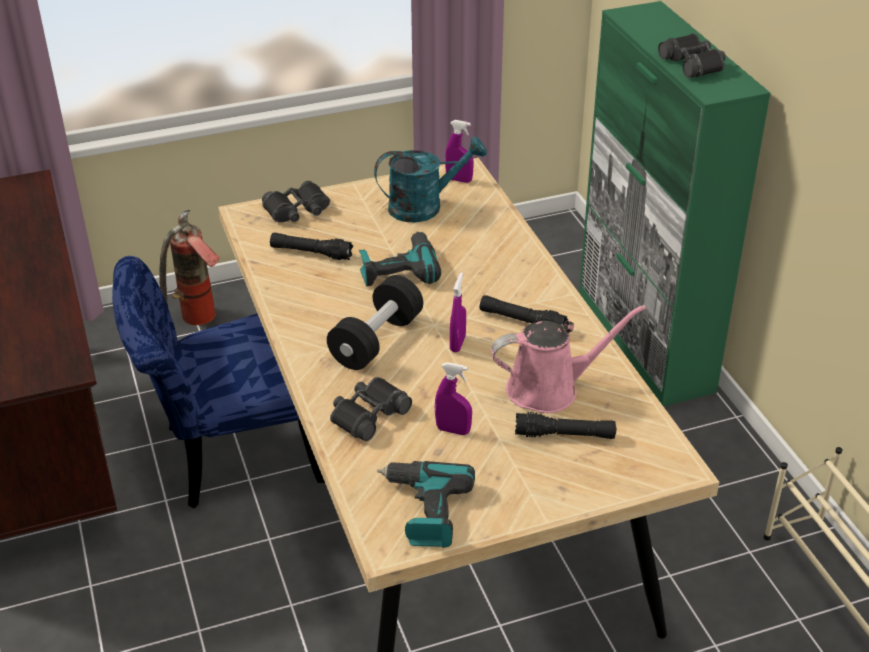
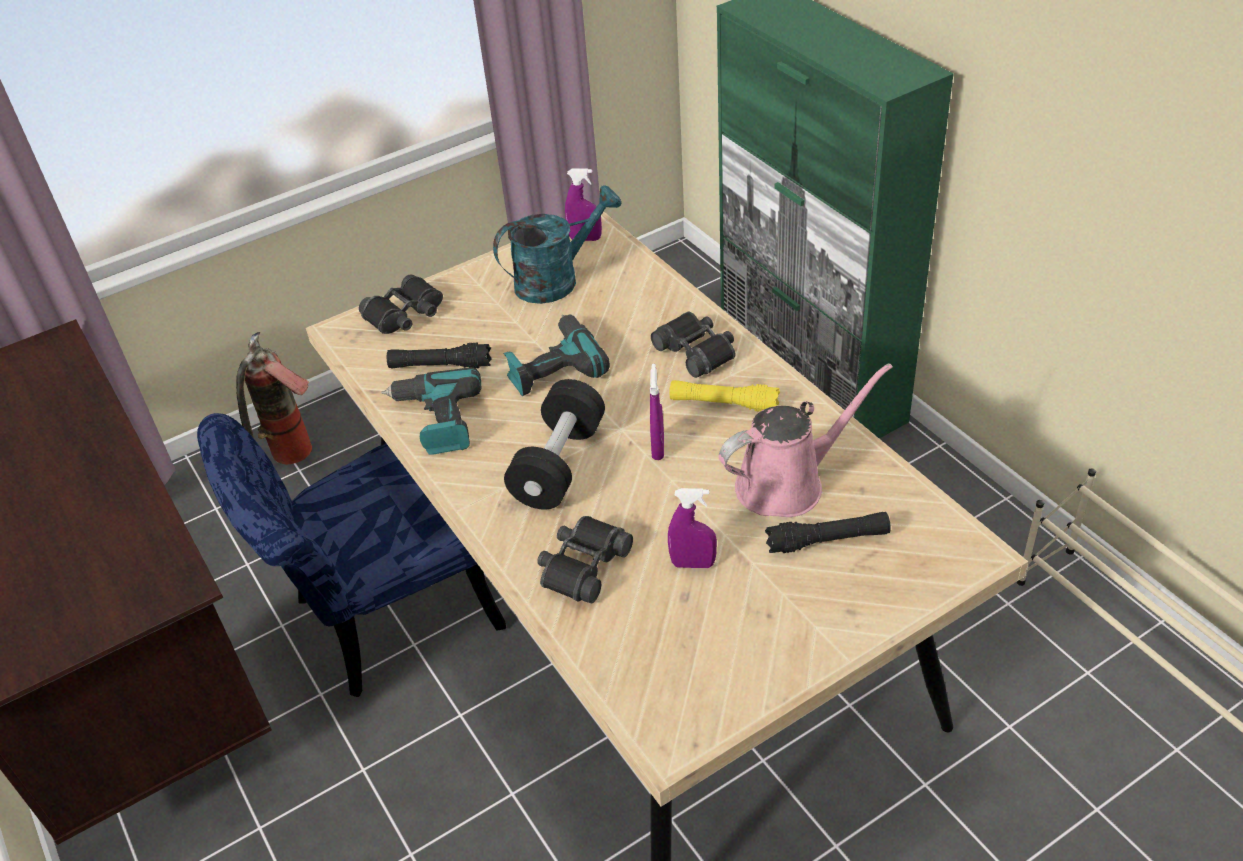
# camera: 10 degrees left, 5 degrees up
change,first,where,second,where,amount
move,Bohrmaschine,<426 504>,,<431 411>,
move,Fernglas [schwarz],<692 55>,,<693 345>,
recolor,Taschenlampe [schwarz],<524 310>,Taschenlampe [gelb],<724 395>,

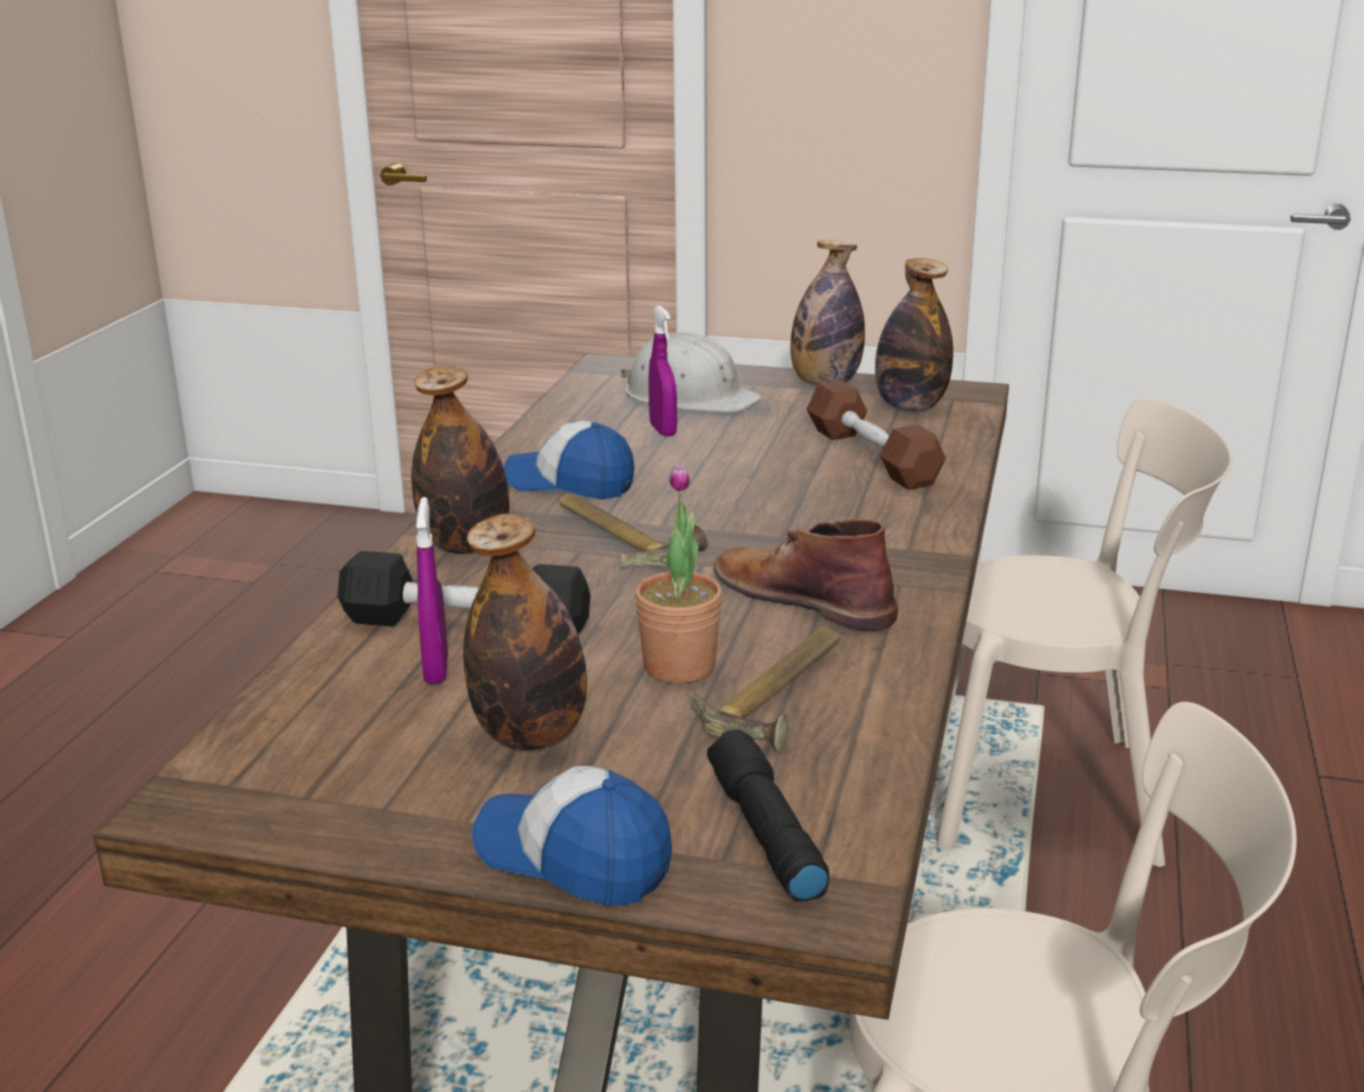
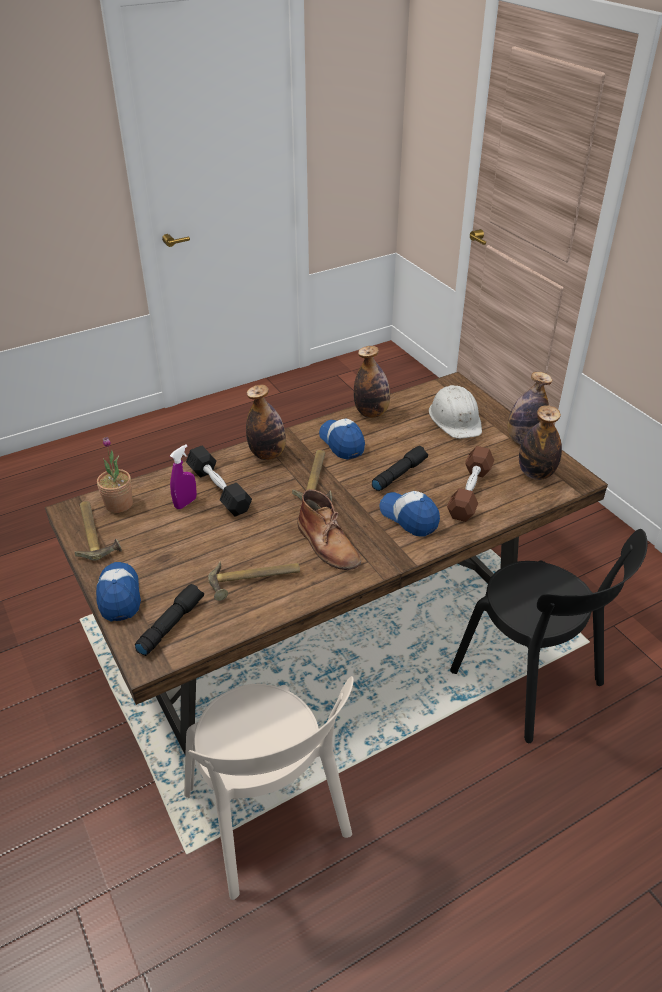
# camera: 45 degrees right, 15 degrees up
change,first,where,second,where,amount
insert,,,Hammer,<98 531>,
move,Topfpflanze,<679 574>,,<115 475>,
rotate,Stiefel [braun],<806 575>,,<329 529>,150 degrees clockwise
move,Flasche,<525 632>,,<372 382>,
insert,,,Taschenlampe [schwarz],<400 468>,
insert,,,Kappe,<410 514>,
recolor,Stuhl [beige],<1084 632>,Stuhl [schwarz],<549 636>,
delete,Sprühflasche [lila],<663 371>,,,

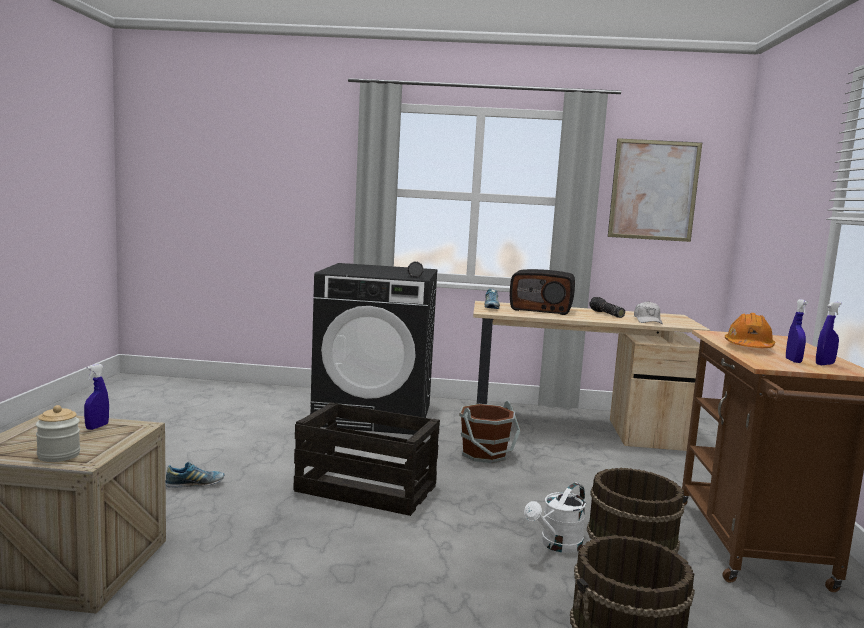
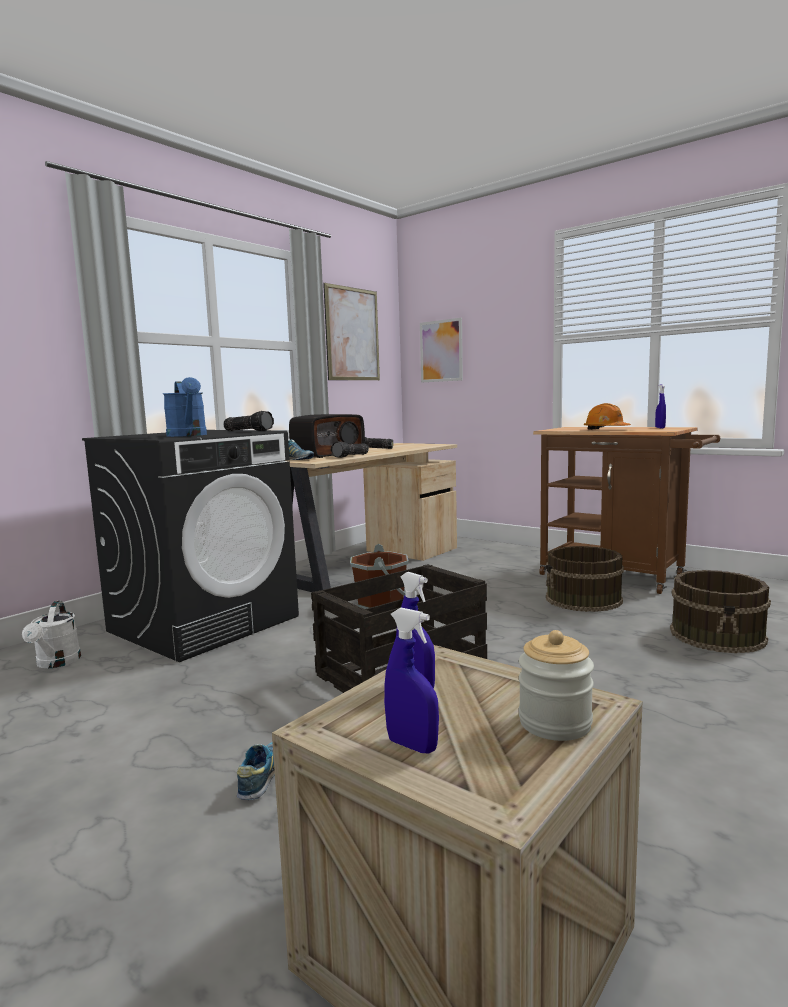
# camera: 55 degrees left, 0 degrees up
change,first,where,second,where,amount
move,Gießkanne [weiß],<555 518>,,<51 634>,
insert,,,Gießkanne [blau],<185 407>,
insert,,,Taschenlampe,<350 449>,
move,Sprühflasche [blau],<797 331>,,<411 681>,
insert,,,Bild,<441 350>,
delete,Kappe [weiß],<648 312>,,,

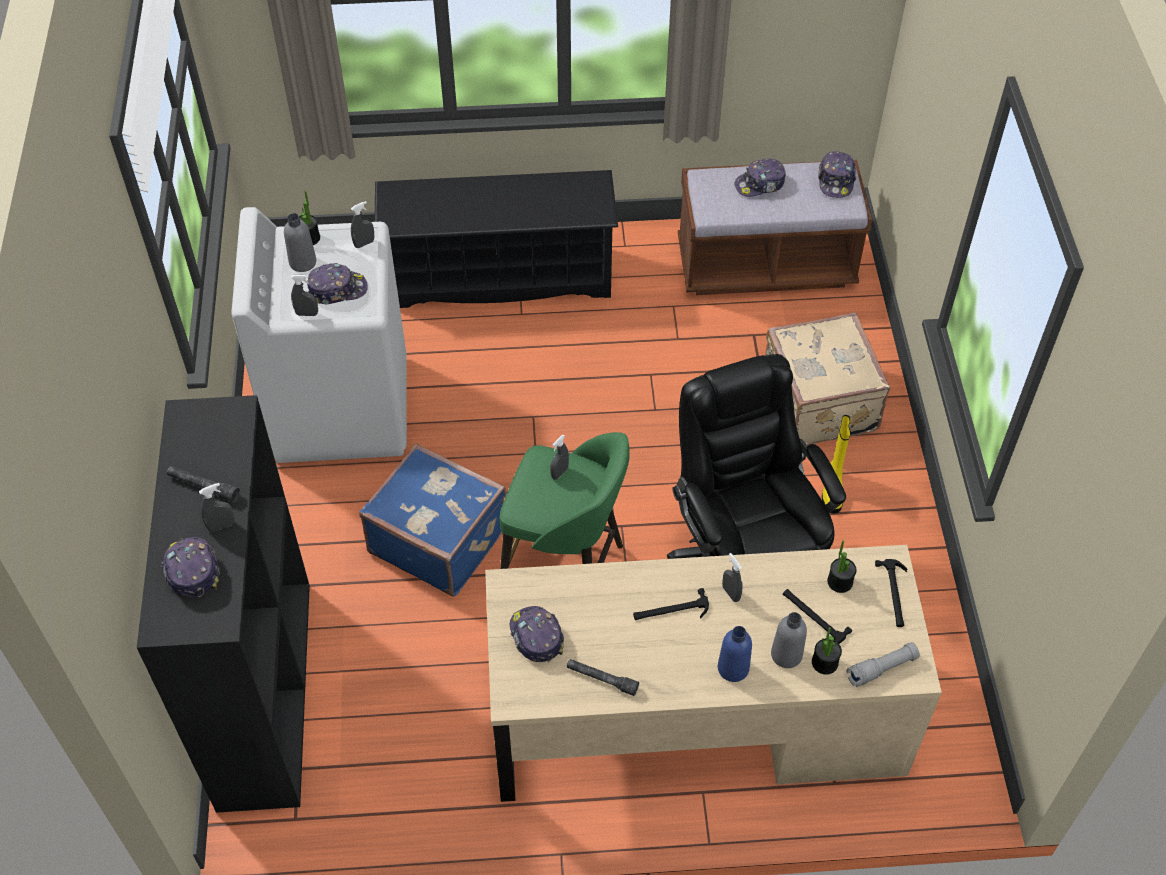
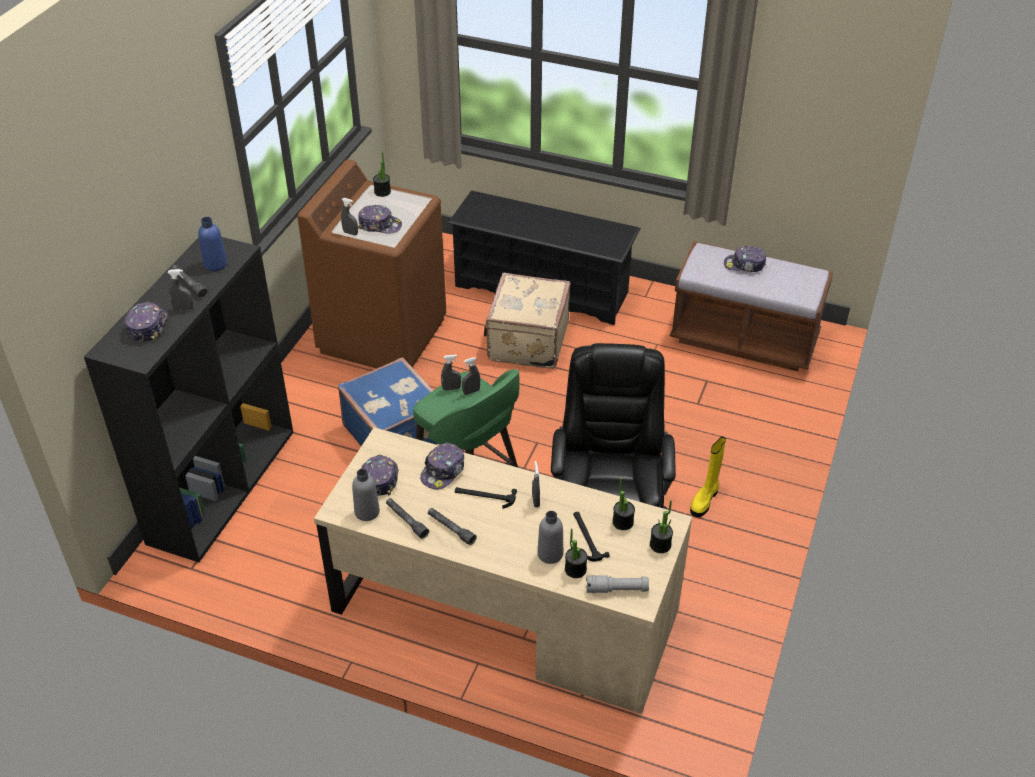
# camera: 25 degrees right, 10 degrees down
change,first,where,second,where,amount
move,Flasche [blau],<735 654>,,<212 244>,
recolor,Waschmaschine [weiß],<319 335>,Waschmaschine [braun],<371 263>,
move,Flasche [grau],<300 242>,,<366 495>,
move,Kappe,<837 174>,,<442 466>,
insert,,,Taschenlampe [grau],<452 526>,
move,Sprühflasche [grau],<362 224>,,<451 373>,
move,Koffer [beige],<827 378>,,<527 321>,
replace,Hammer,<891 593>,Topfpflanze,<661 526>,

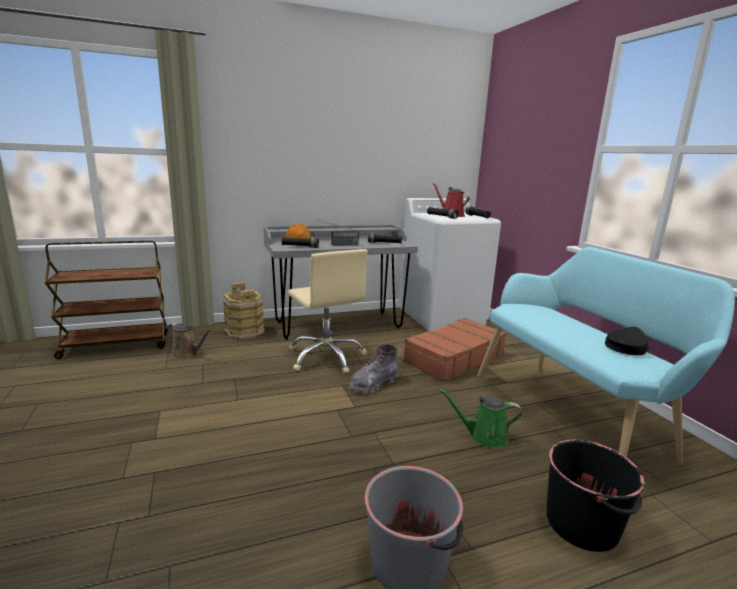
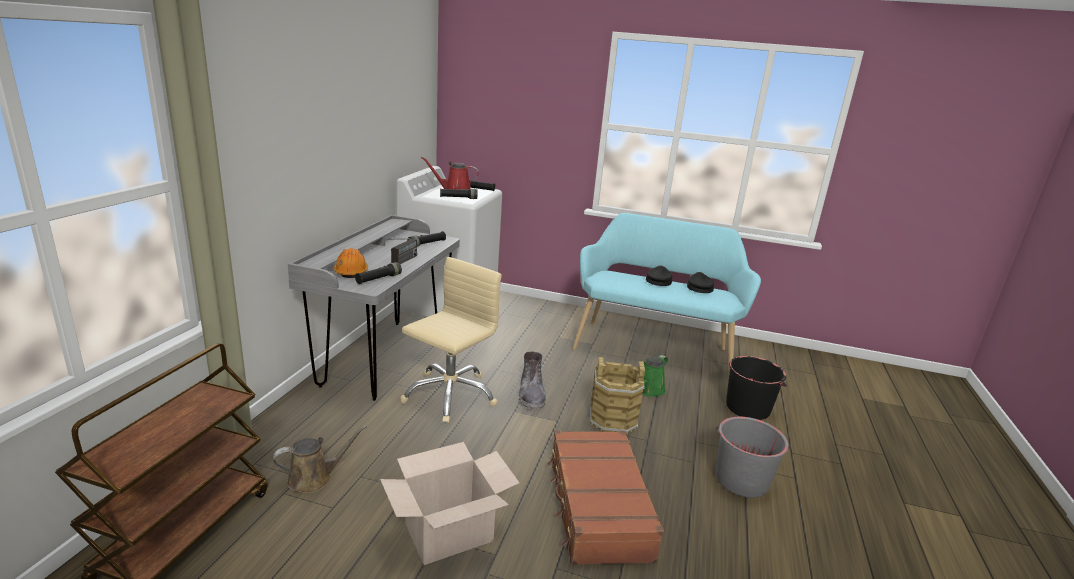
# camera: 55 degrees left, 5 degrees up
change,first,where,second,where,amount
insert,,,Karton,<449 503>,
rotate,Bürostuhl [beige],<328 311>,,<451 340>,60 degrees counterclockwise
move,Koffer [braun],<455 350>,,<605 497>,
move,Eimer [braun],<243 311>,,<617 395>,
insert,,,Kappe [schwarz],<659 276>,

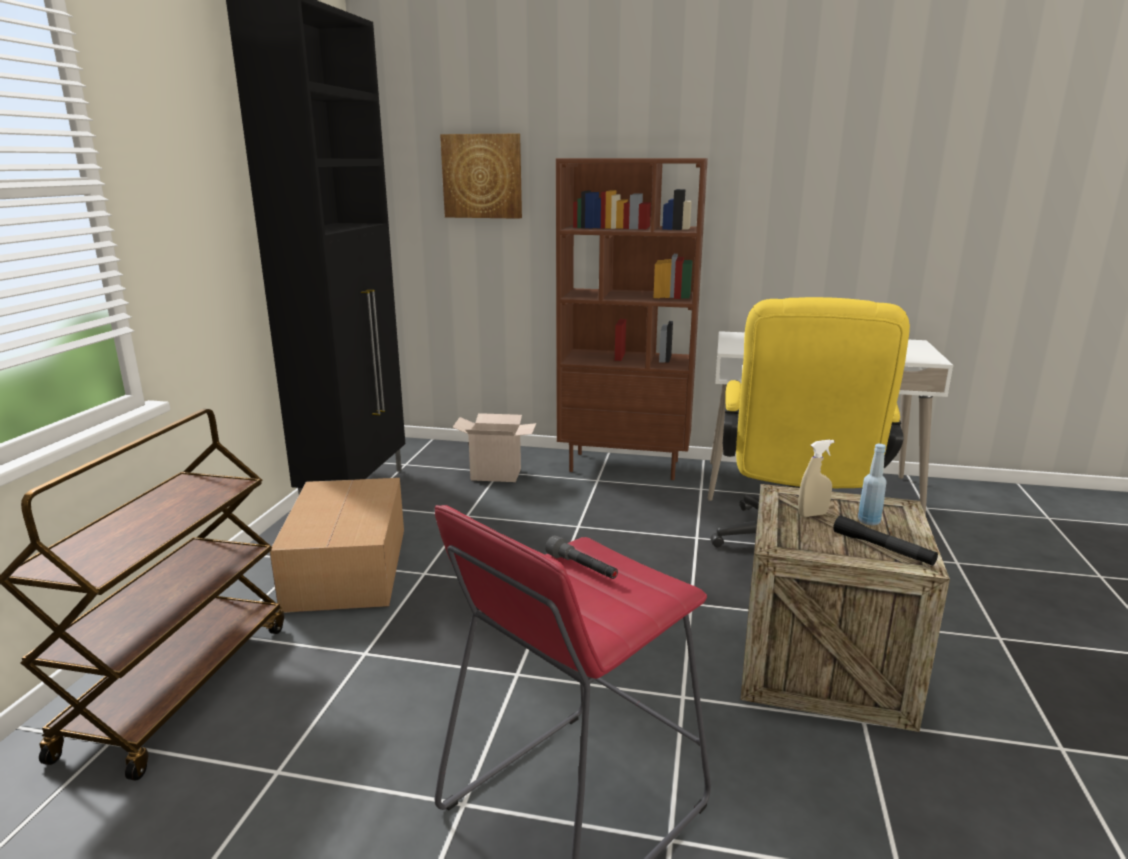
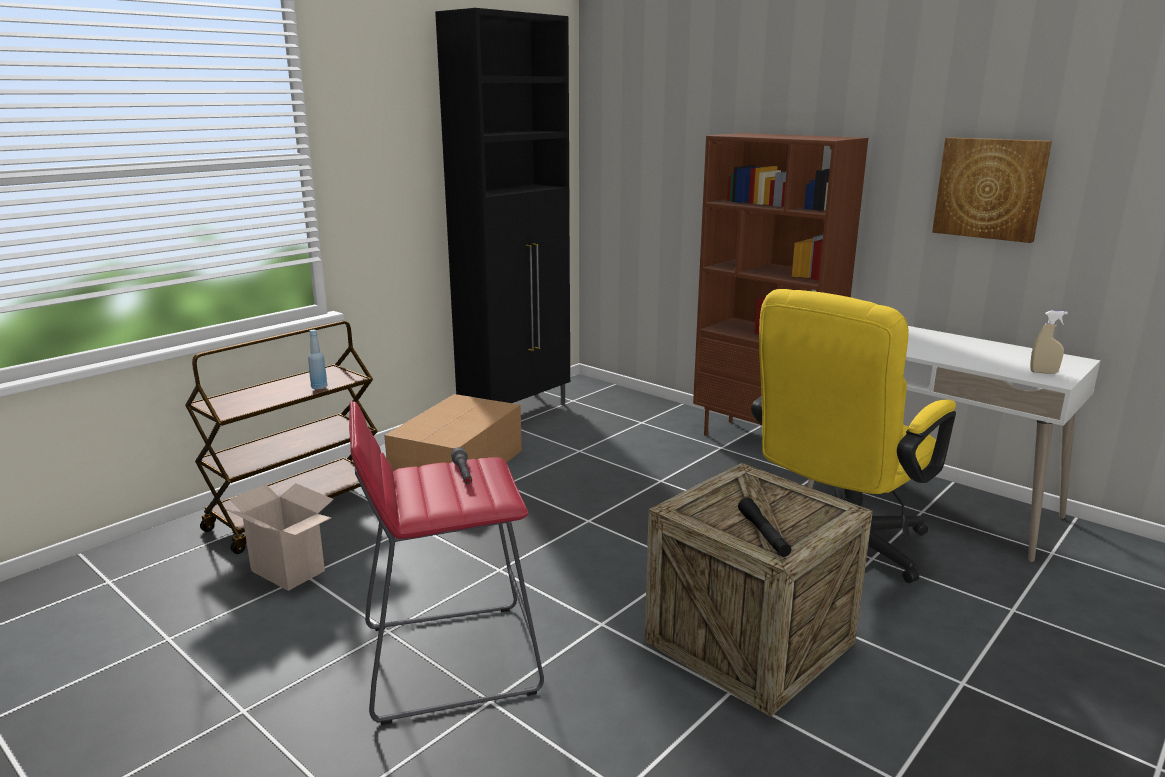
# camera: 30 degrees right, 0 degrees up
change,first,where,second,where,amount
move,Karton,<494 447>,,<279 537>,
move,Flasche [blau],<872 484>,,<317 360>,
move,Bild,<481 176>,,<992 190>,
move,Sprühflasche [beige],<816 478>,,<1049 342>,

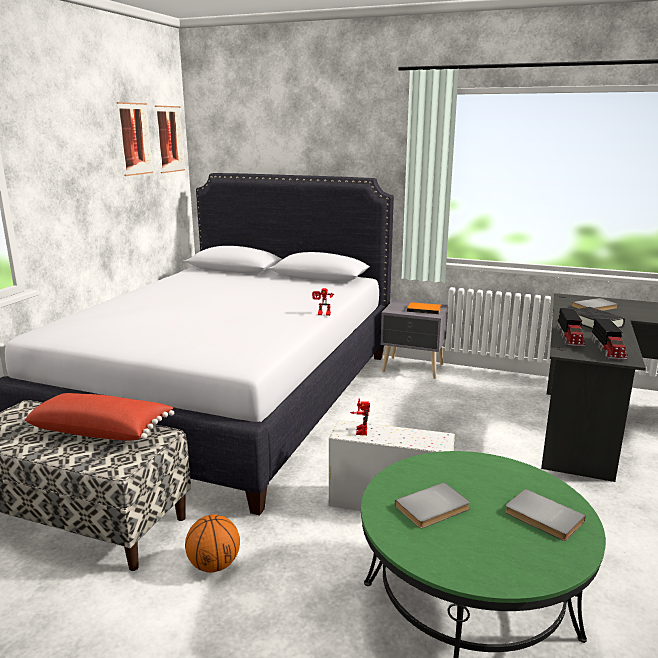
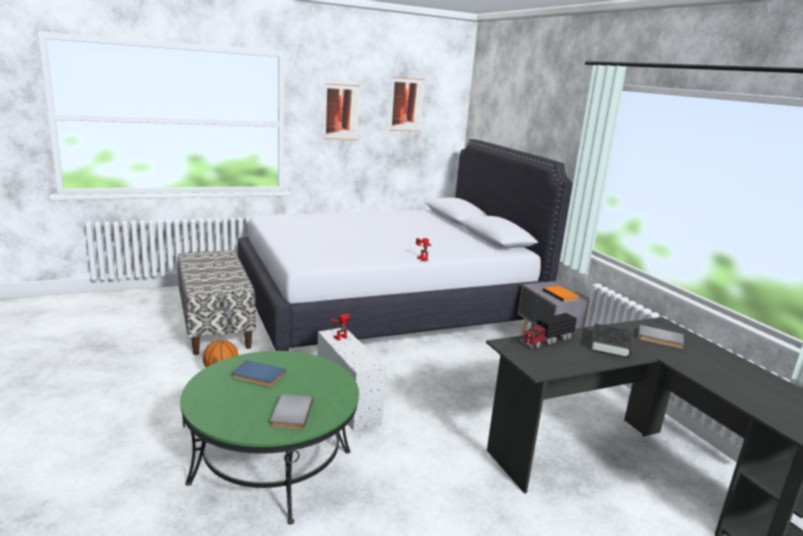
# camera: 45 degrees right, 0 degrees up
change,first,where,second,where,amount
recolor,Buch [grau],<432 505>,Buch [blau],<258 373>,
move,Bild,<170 139>,,<342 111>,
delete,Kissen [rot],<98 417>,,,
delete,Spielzeuglaster,<609 339>,,,

